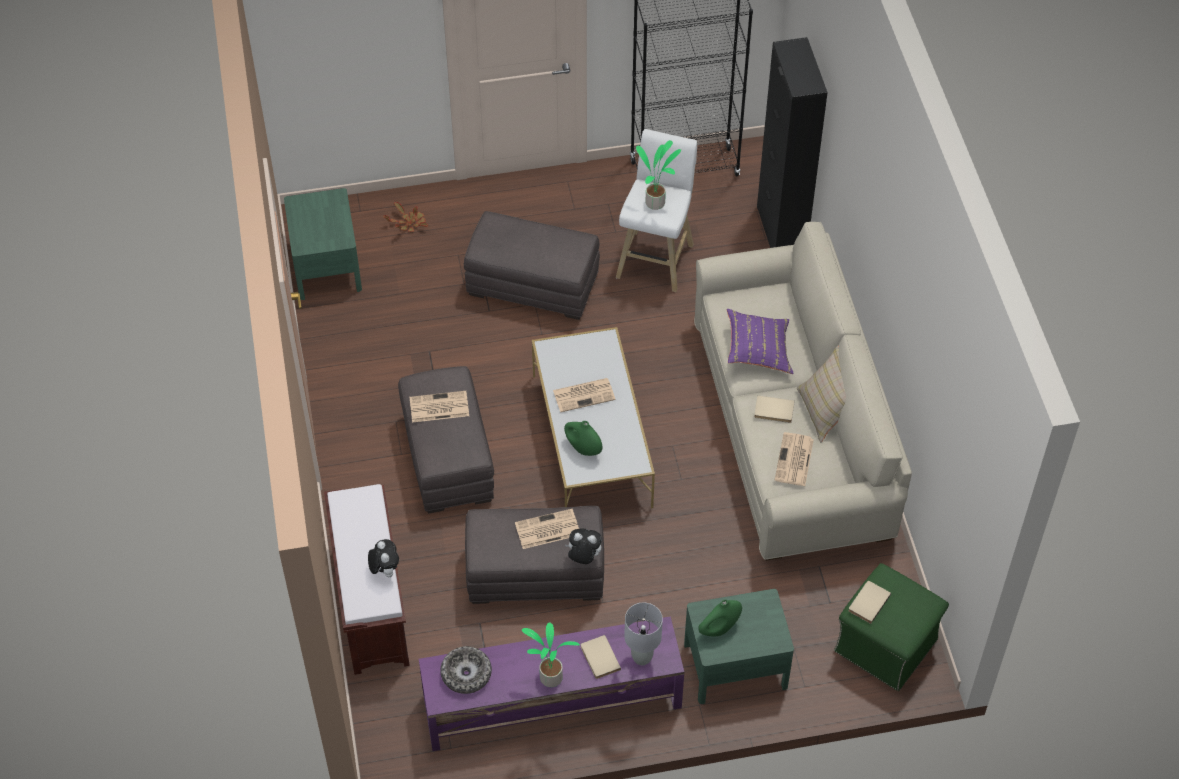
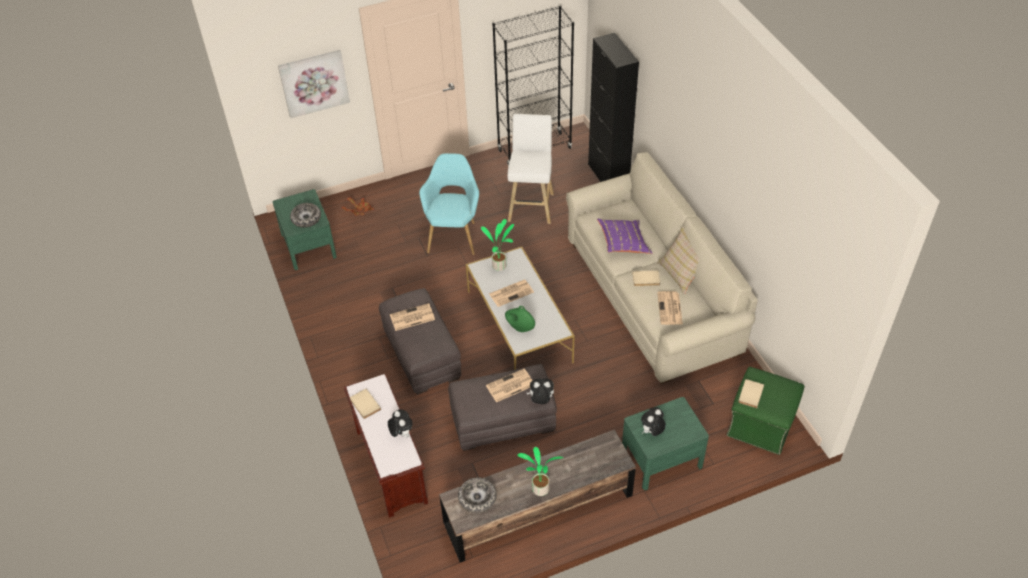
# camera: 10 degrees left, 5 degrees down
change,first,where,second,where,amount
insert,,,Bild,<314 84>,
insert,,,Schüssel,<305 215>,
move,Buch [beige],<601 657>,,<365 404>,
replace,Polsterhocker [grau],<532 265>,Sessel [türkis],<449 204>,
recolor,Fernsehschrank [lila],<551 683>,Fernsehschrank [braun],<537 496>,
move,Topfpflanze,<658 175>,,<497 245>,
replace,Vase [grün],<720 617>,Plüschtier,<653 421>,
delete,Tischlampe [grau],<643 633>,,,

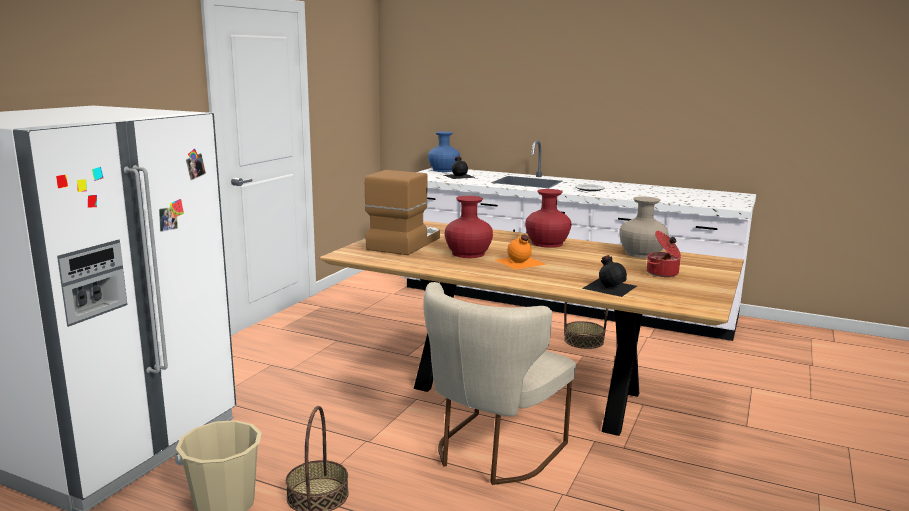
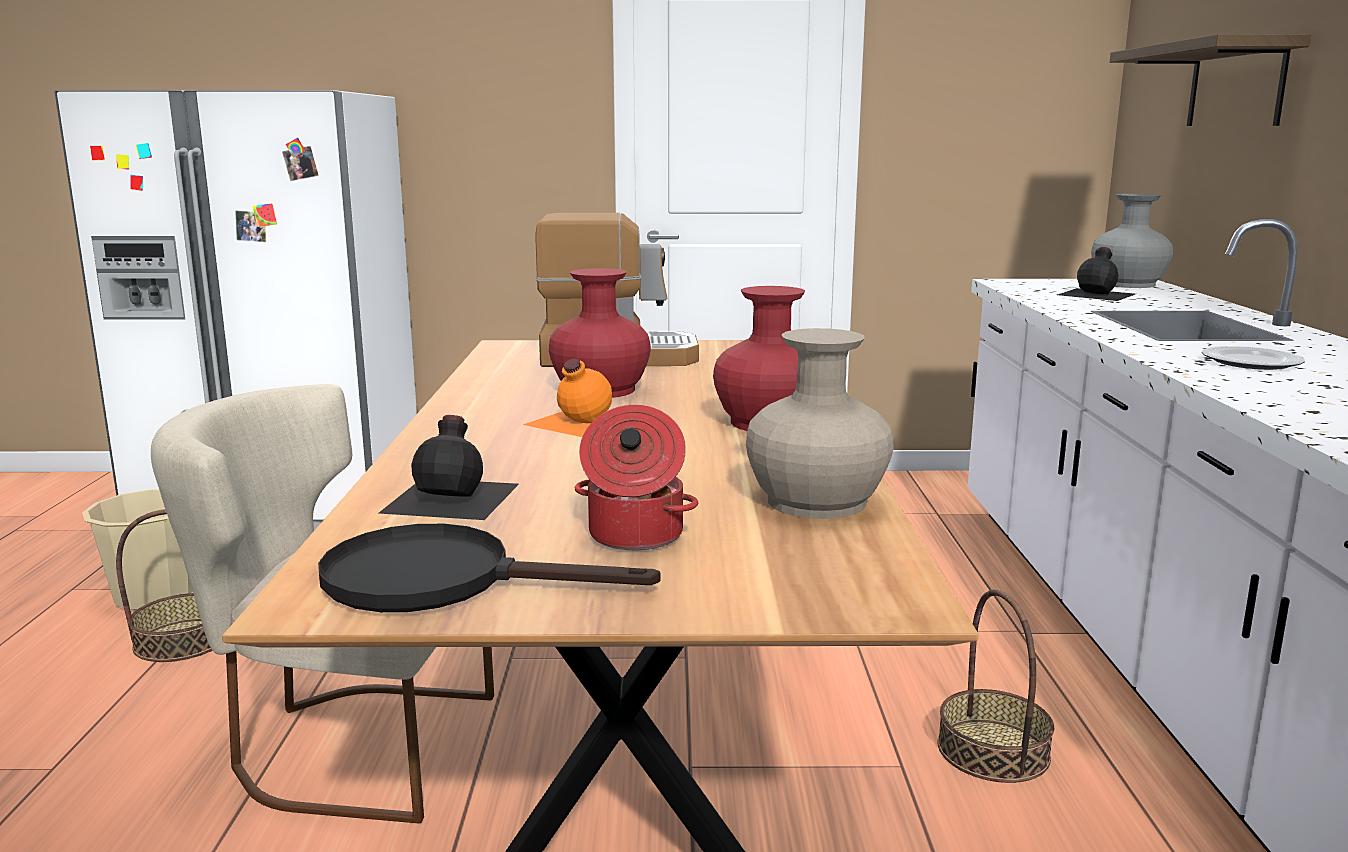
# camera: 65 degrees right, 0 degrees up
change,first,where,second,where,amount
insert,,,Pfanne [schwarz],<489 568>,
recolor,Vase [blau],<444 152>,Vase [grau],<1132 241>,
insert,,,Wandregal,<1210 80>,

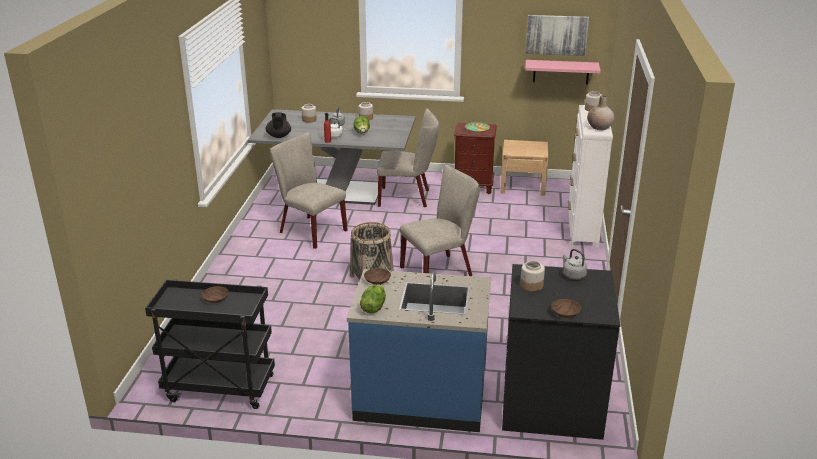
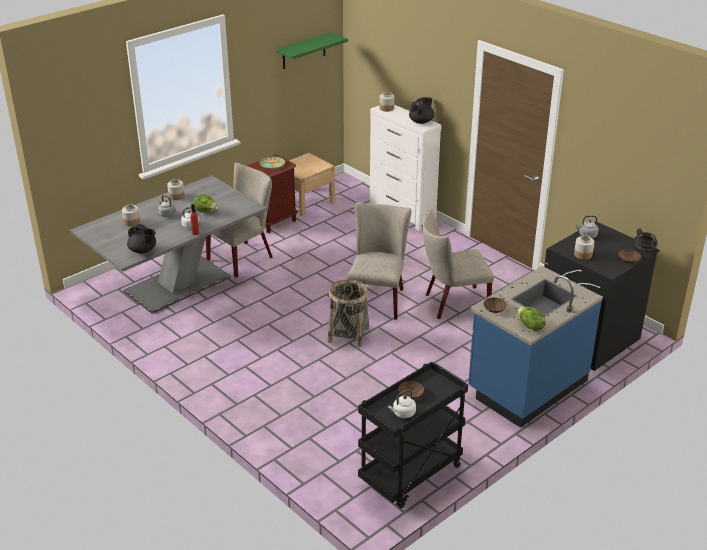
# camera: 50 degrees left, 5 degrees up
change,first,where,second,where,amount
replace,Bild,<557 35>,Wandregal [grün],<312 50>,
insert,,,Wasserkessel [weiß],<402 404>,
replace,Vase [beige],<600 112>,Teekanne [schwarz],<421 110>,
move,Stuhl [beige],<309 190>,,<458 264>,
insert,,,Kochtopf [schwarz],<646 240>,
delete,Wandregal [rosa],<563 72>,,,

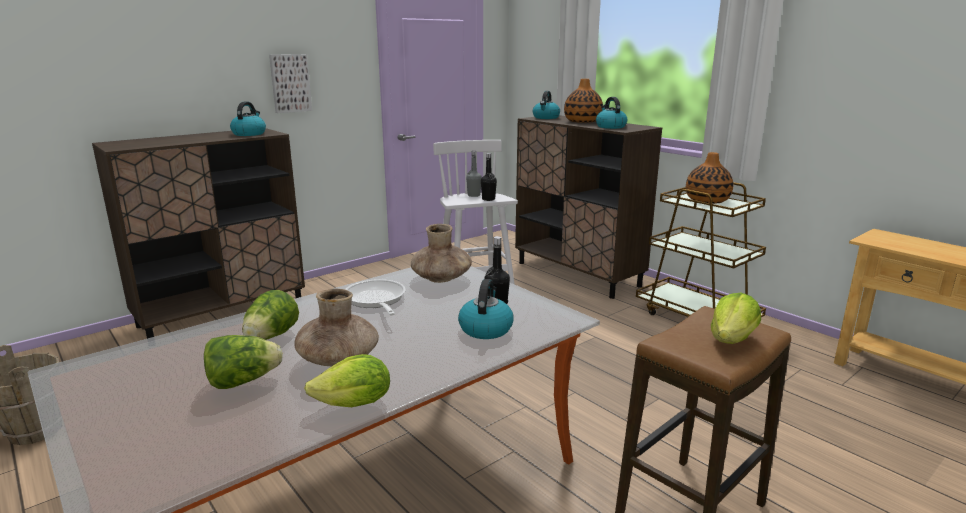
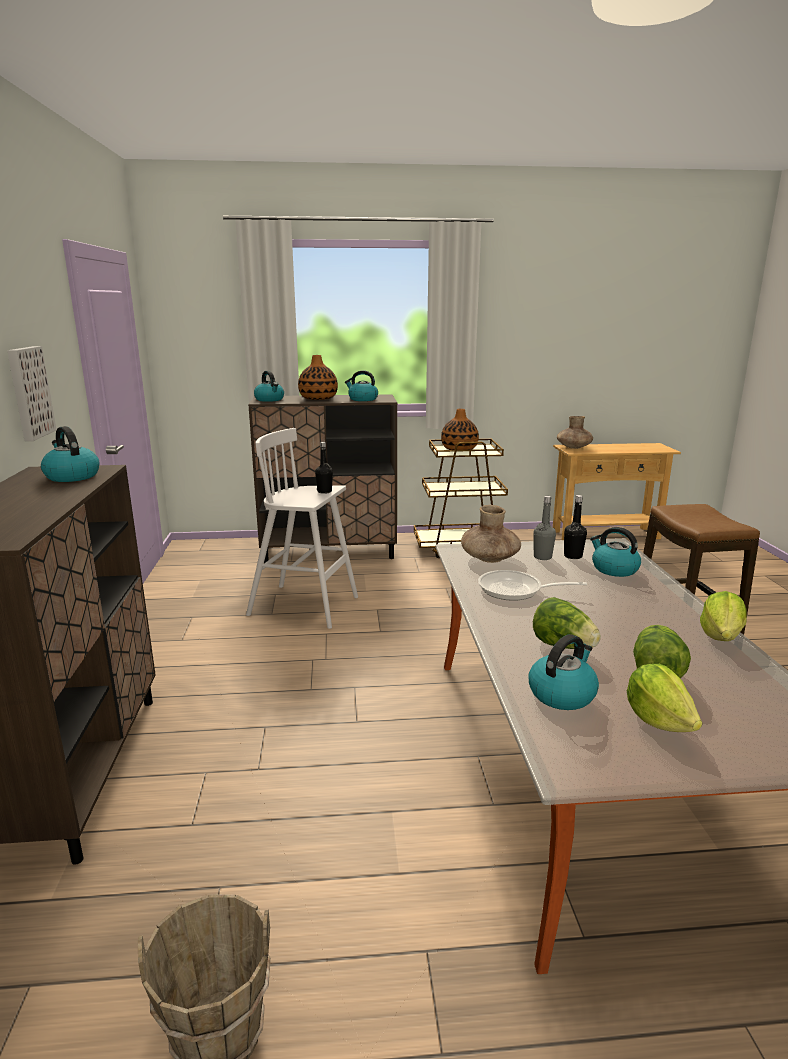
# camera: 55 degrees left, 0 degrees up
change,first,where,second,where,amount
insert,,,Wasserkessel,<563 672>,
move,Flasche [grau],<474 174>,,<544 528>,
move,Vase [braun],<336 327>,,<575 432>,
move,Salatkopf,<736 318>,,<664 698>,

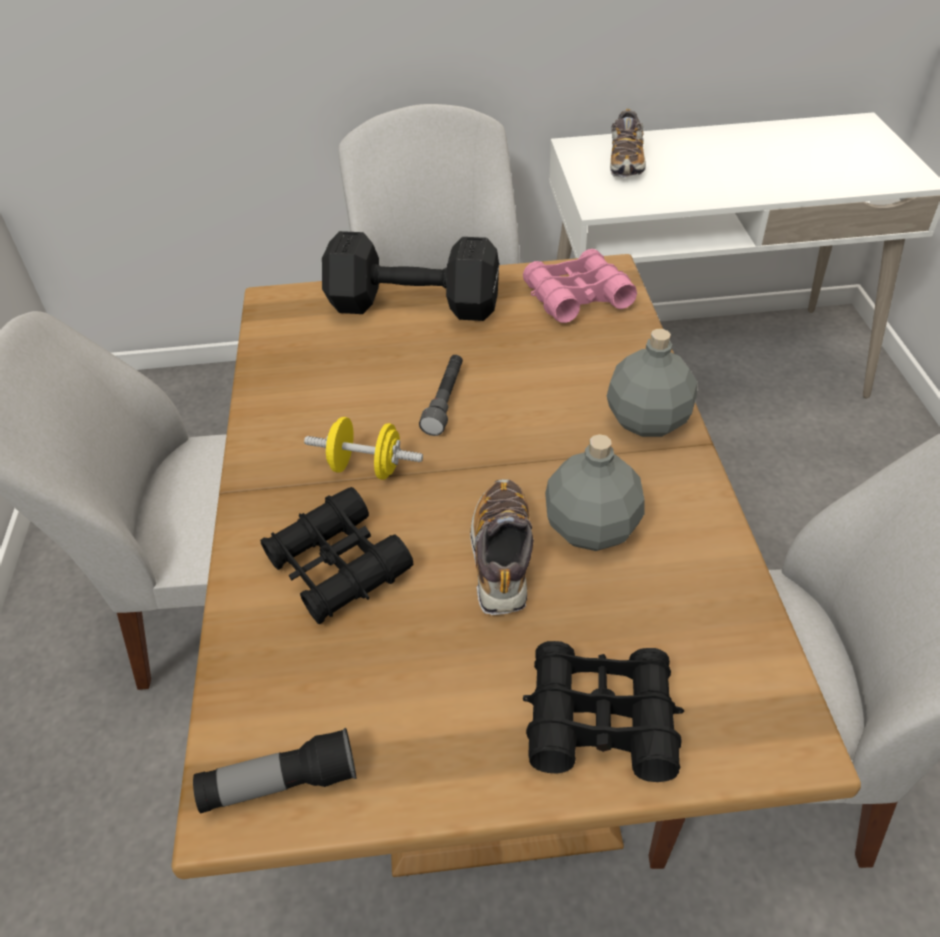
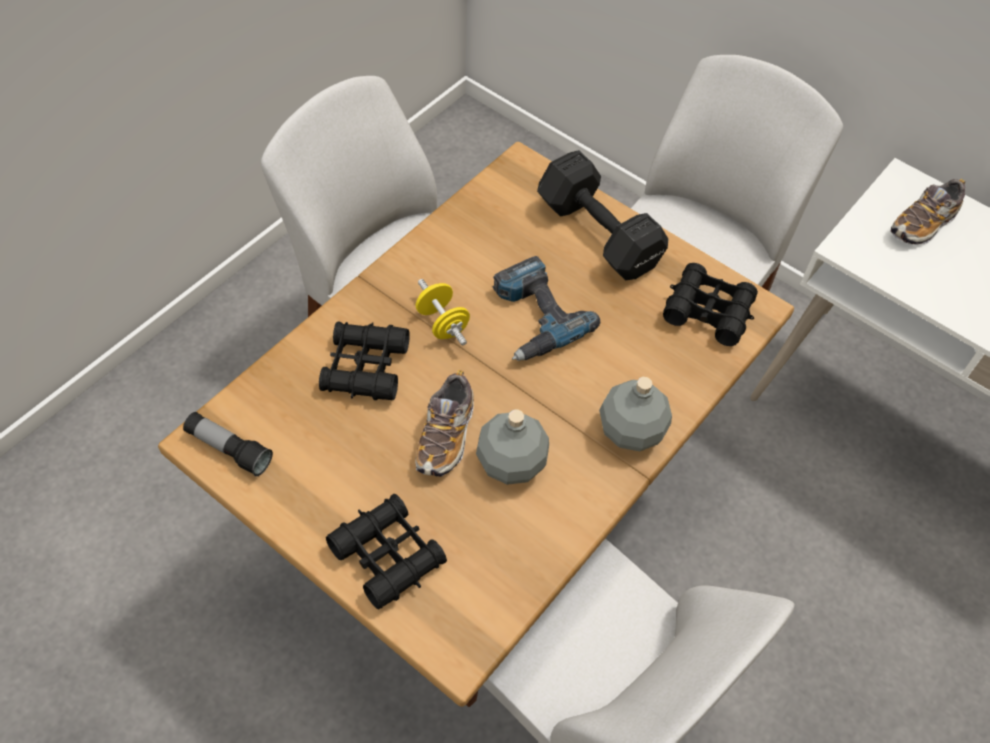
# camera: 40 degrees right, 10 degrees up
change,first,where,second,where,amount
rotate,Schuh,<502 547>,,<444 423>,150 degrees clockwise
replace,Taschenlampe [grau],<441 395>,Bohrmaschine,<546 308>,
recolor,Fernglas [rosa],<580 286>,Fernglas [schwarz],<710 304>,

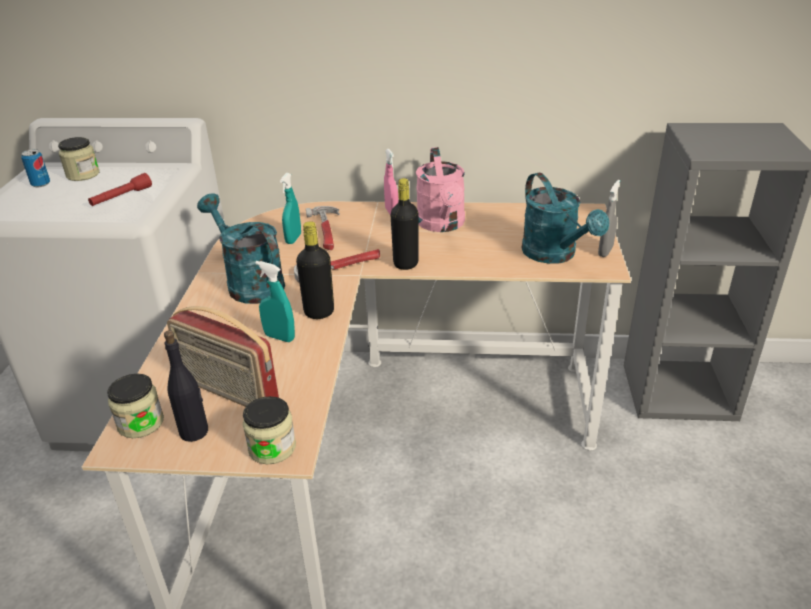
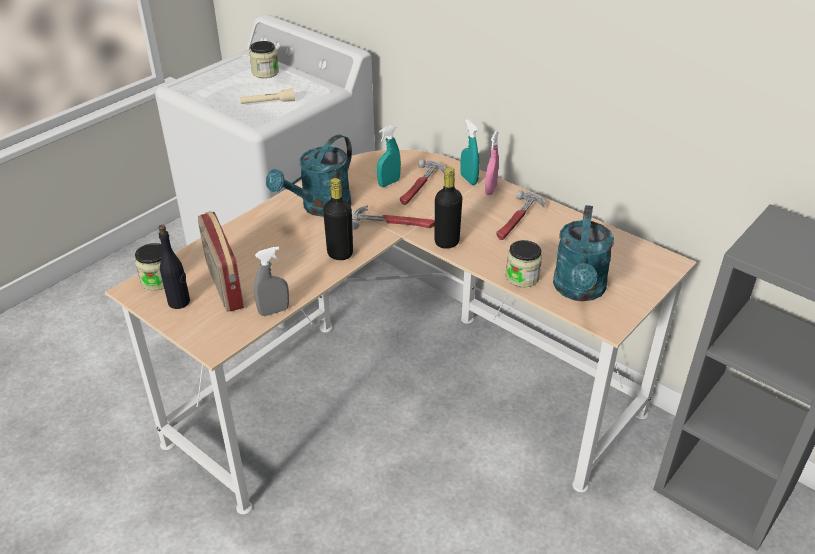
# camera: 35 degrees right, 5 degrees up
change,first,where,second,where,amount
recolor,Taschenlampe [rot],<120 189>,Taschenlampe [beige],<267 96>,
move,Sprühflasche [grau],<609 218>,,<271 281>,
rotate,Gießkanne [türkis],<241 248>,,<309 175>,135 degrees counterclockwise
move,Sprühflasche [türkis],<275 301>,,<469 152>,
replace,Gießkanne [rosa],<440 189>,Hammer,<520 215>,
move,Vorratsglas,<269 430>,,<524 263>,
delete,Dose,<35 168>,,,

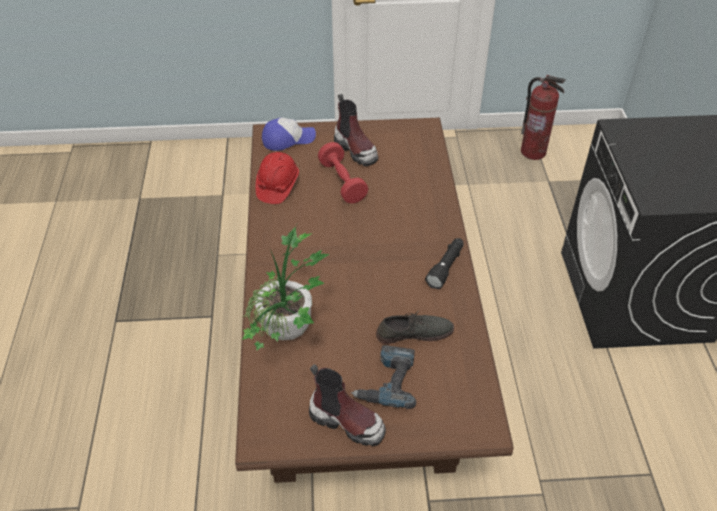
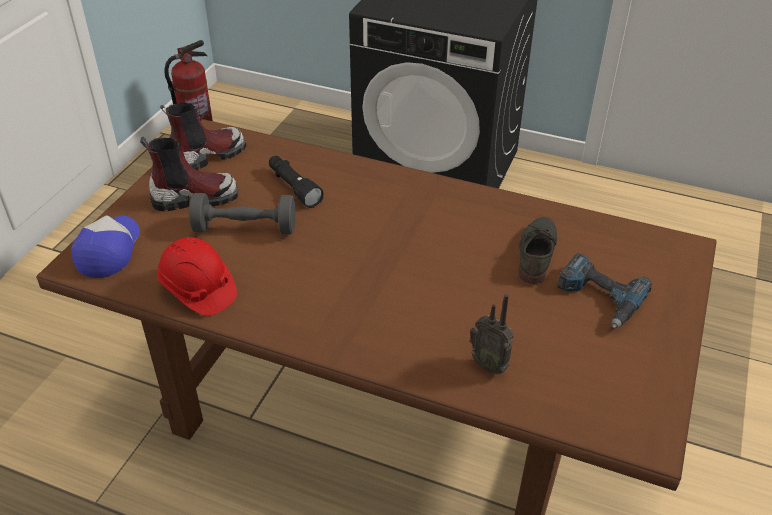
# camera: 65 degrees left, 5 degrees down
change,first,where,second,where,amount
move,Stiefel,<347 405>,,<203 136>,
recolor,Hantel [rot],<343 173>,Hantel [grau],<242 213>,
move,Taschenlampe [schwarz],<444 263>,,<296 182>,
replace,Topfpflanze,<286 288>,Radio,<491 334>,

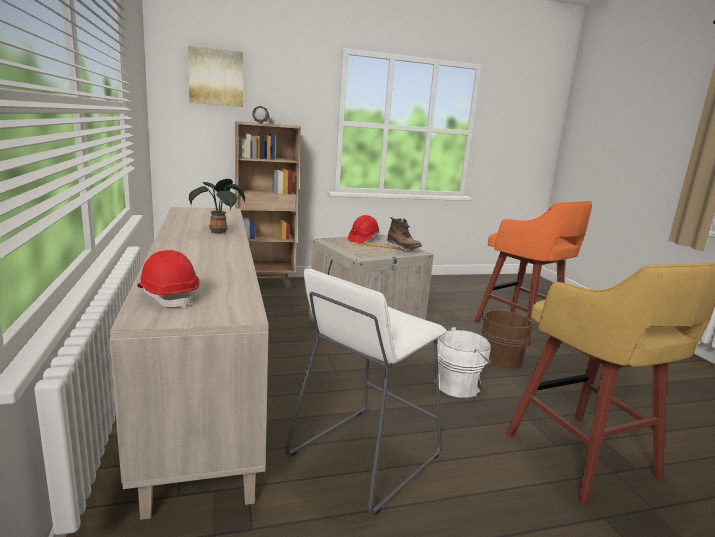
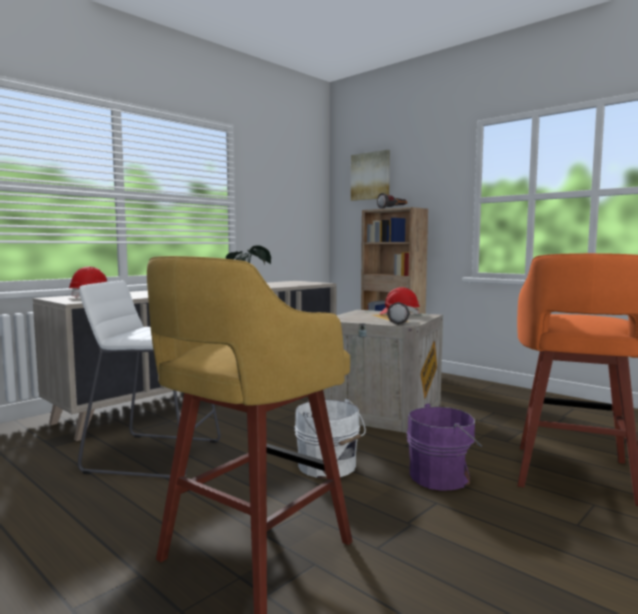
# camera: 60 degrees right, 10 degrees down
change,first,where,second,where,amount
replace,Stiefel [braun],<404 234>,Taschenlampe,<398 313>,
recolor,Eimer [braun],<508 339>,Eimer [lila],<444 447>,

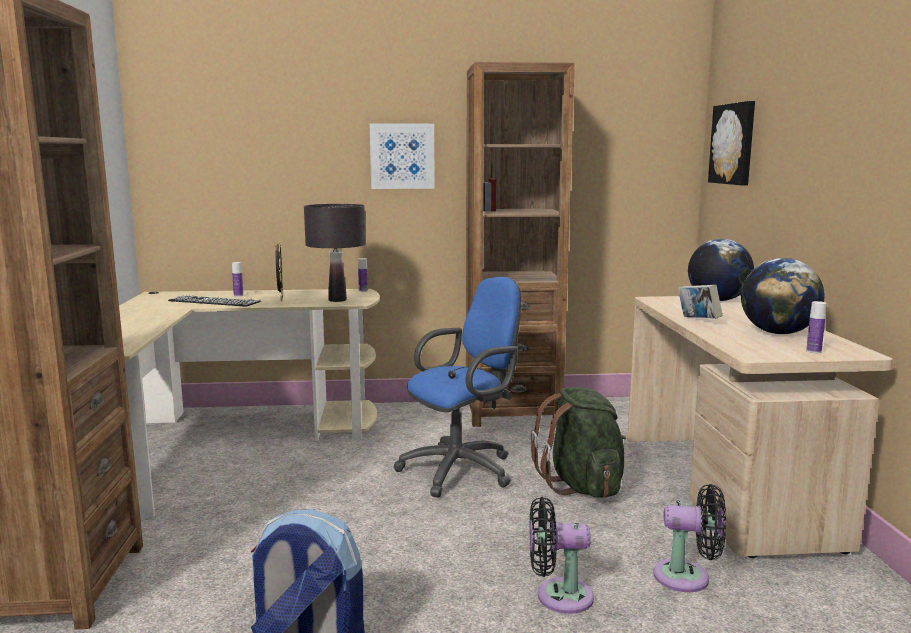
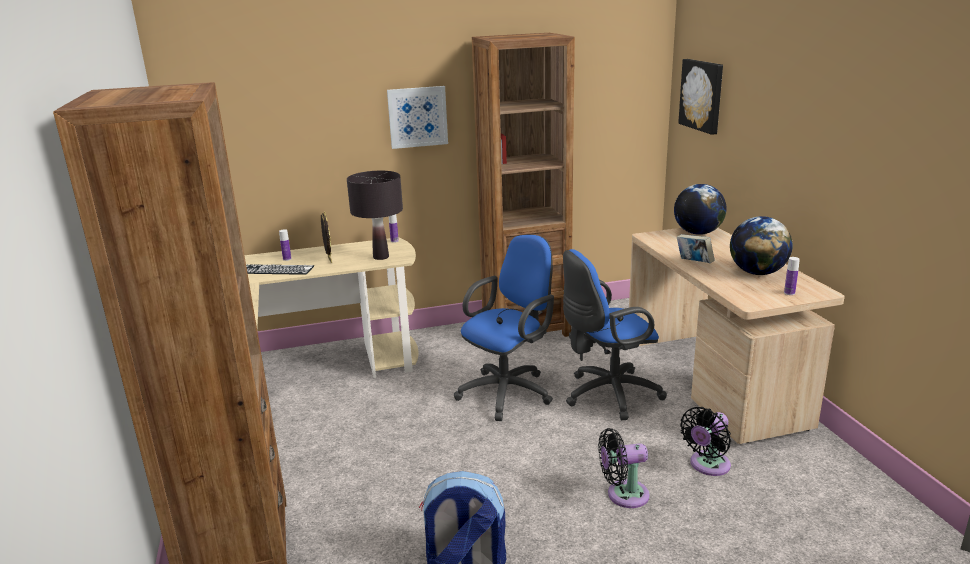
# camera: 10 degrees left, 10 degrees up
change,first,where,second,where,amount
replace,Rucksack [grün],<578 442>,Bürostuhl [blau],<615 334>,
rotate,Ventilator [schwarz],<689 538>,,<705 441>,135 degrees clockwise

